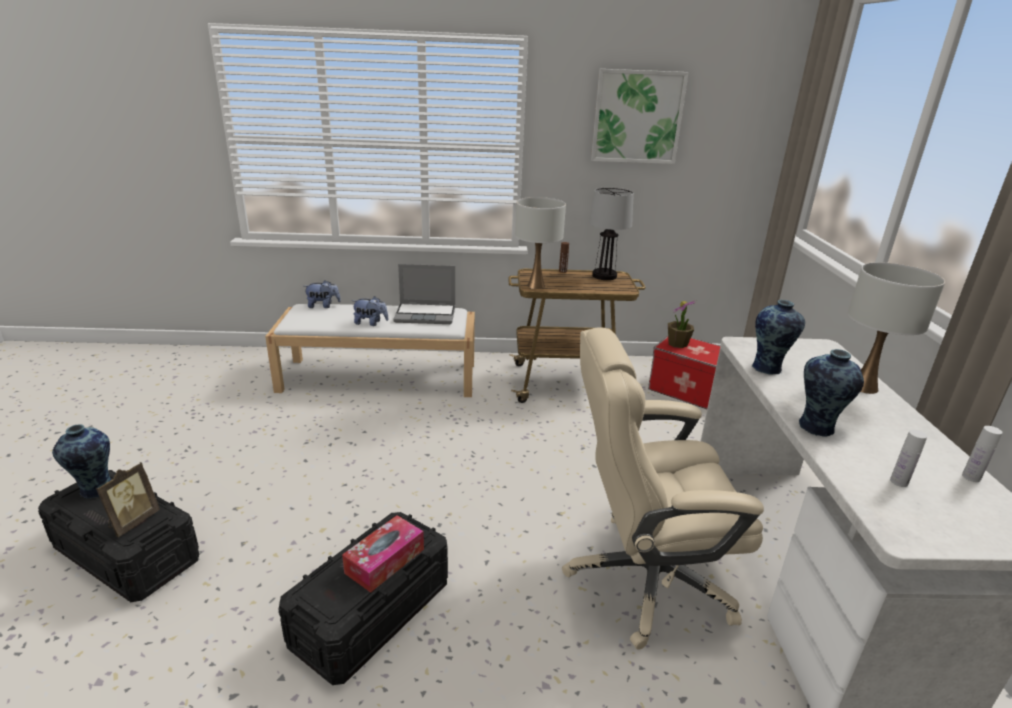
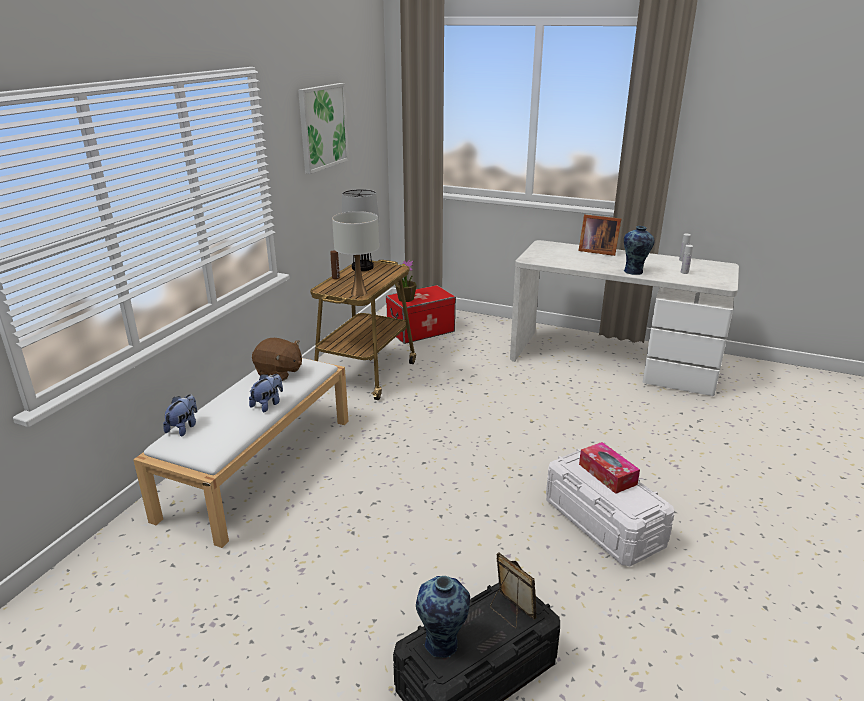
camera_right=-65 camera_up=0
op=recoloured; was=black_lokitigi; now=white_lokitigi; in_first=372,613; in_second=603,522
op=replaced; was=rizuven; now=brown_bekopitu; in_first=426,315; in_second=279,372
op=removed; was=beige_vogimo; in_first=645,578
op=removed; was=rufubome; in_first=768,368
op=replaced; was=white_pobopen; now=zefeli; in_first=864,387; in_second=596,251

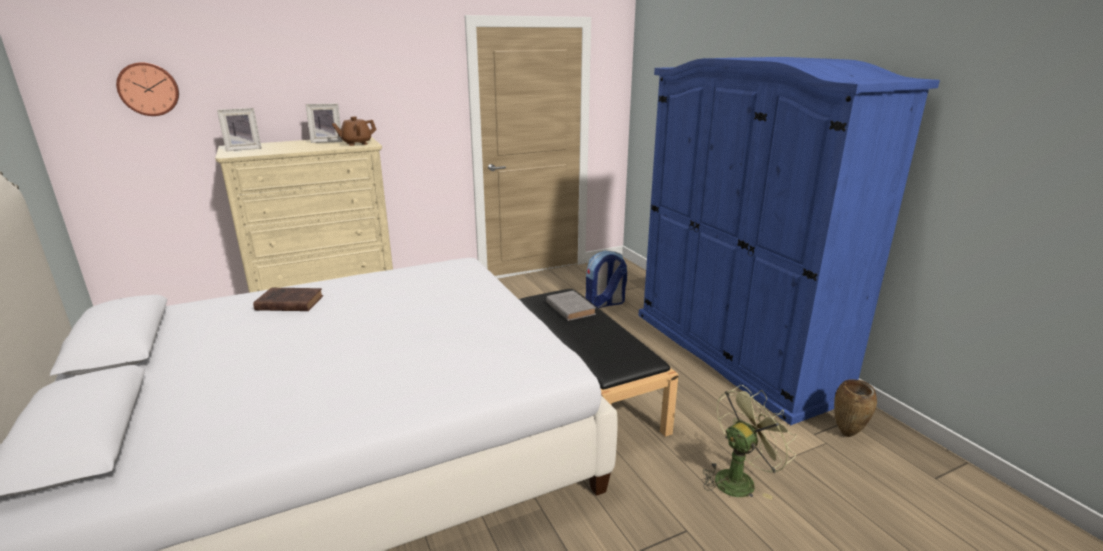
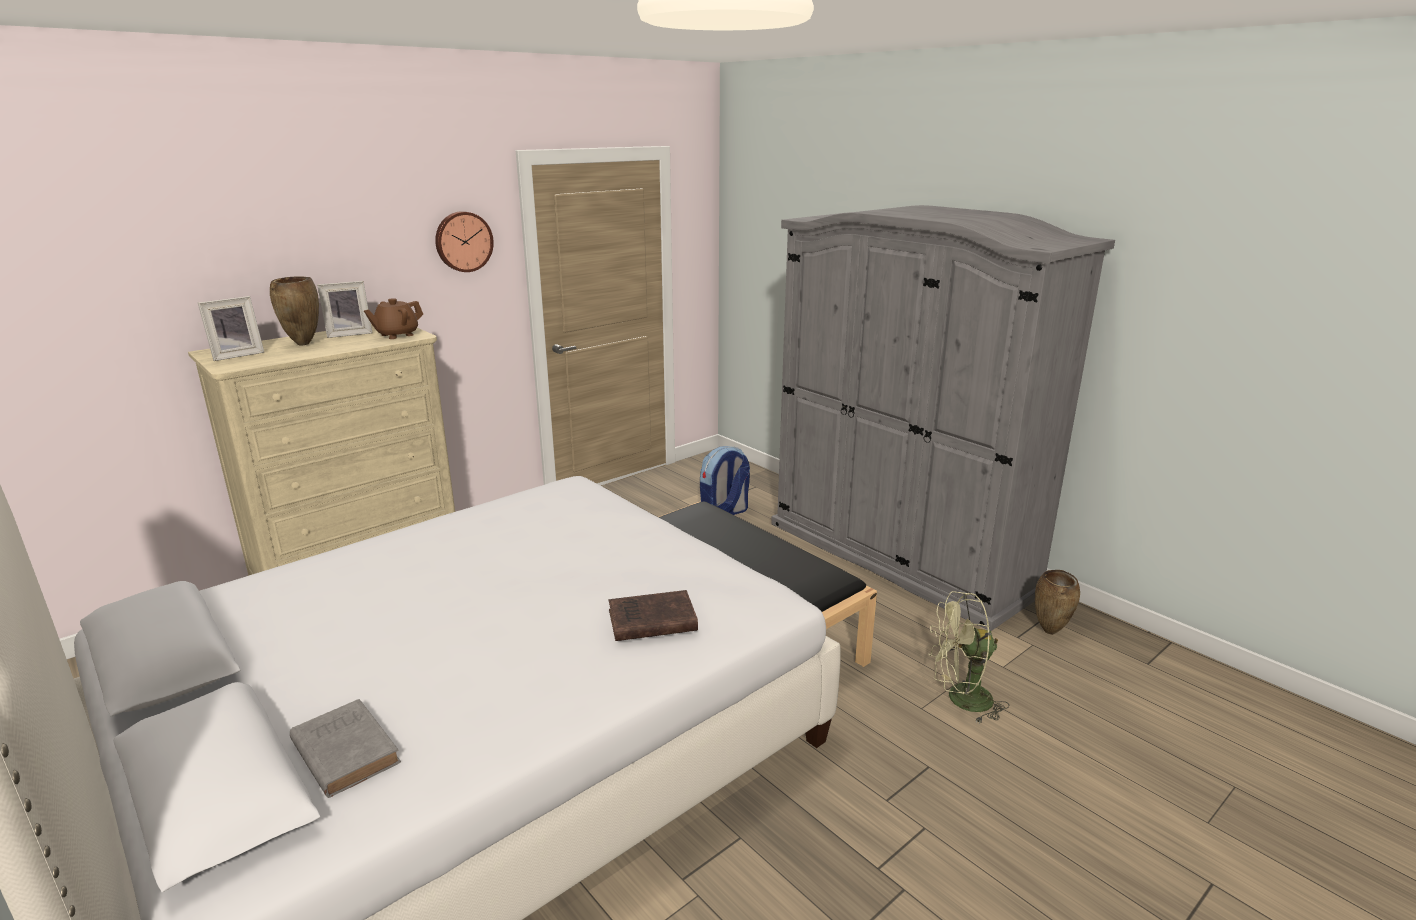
camera_right=-15 camera_up=0
op=moved; was=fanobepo; in_first=149,89; in_second=463,241
op=moved; was=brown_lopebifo; in_first=288,303; in_second=649,621
op=moved; was=grey_lopebifo; in_first=569,308; in_second=344,751
op=recoloured; was=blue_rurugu; now=grey_rurugu; in_first=735,352; in_second=900,555
op=turned; was=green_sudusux; in_first=739,479; in_second=960,700; clockwise=-135
op=added; now=brown_rufubome; in_second=303,344

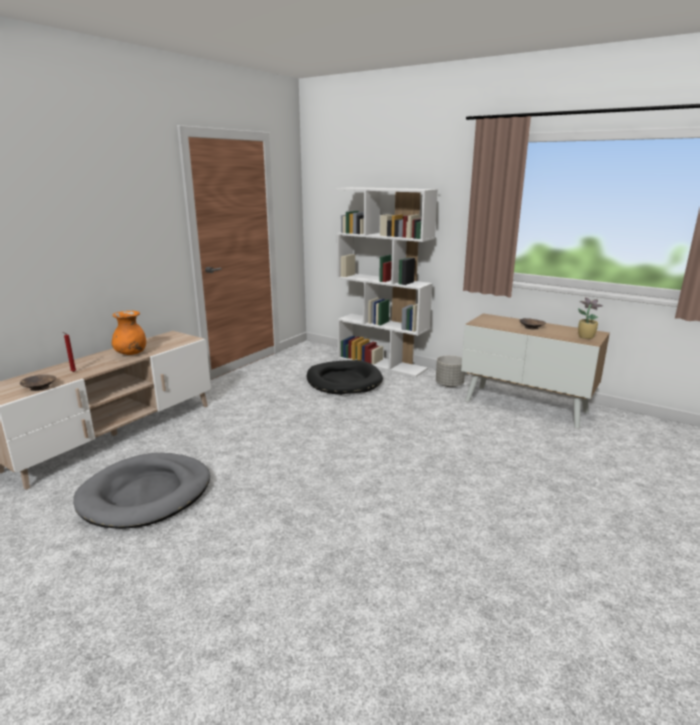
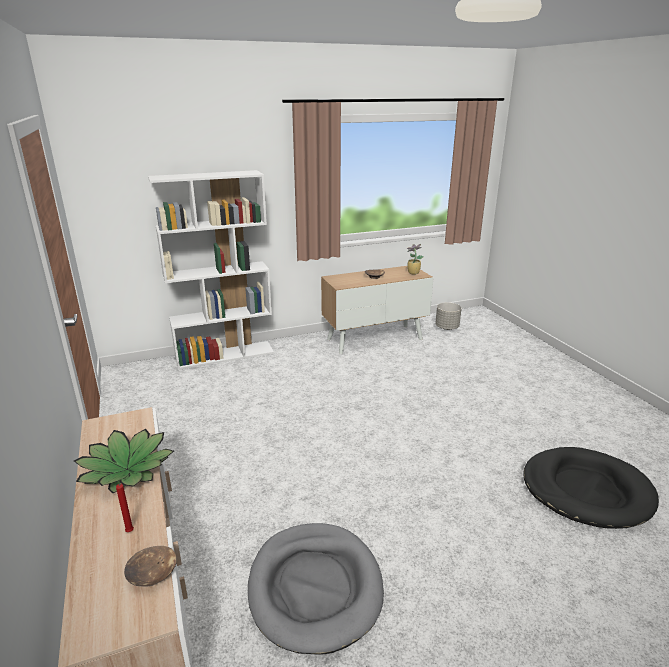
camera_right=-55 camera_up=5
op=replaced; was=orange_rufubome; now=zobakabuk; in_first=131,354; in_second=127,469
op=moved; was=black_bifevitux; in_first=344,381; in_second=586,490
op=moved; was=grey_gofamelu; in_first=449,385; in_second=447,327

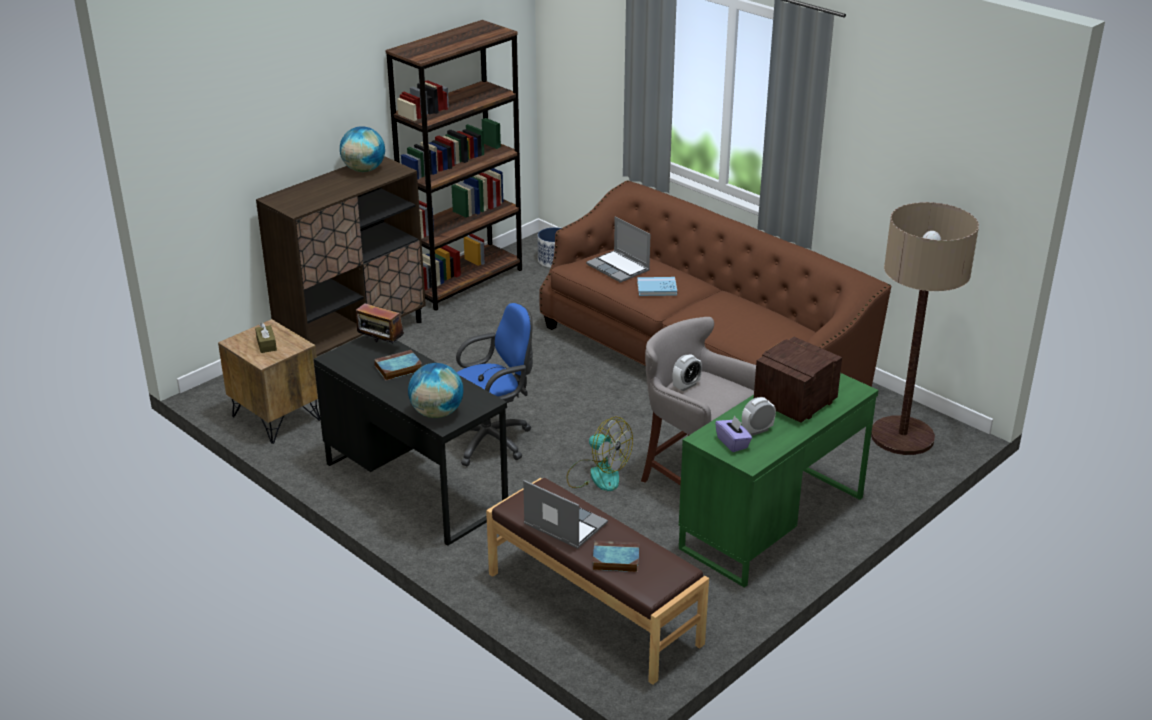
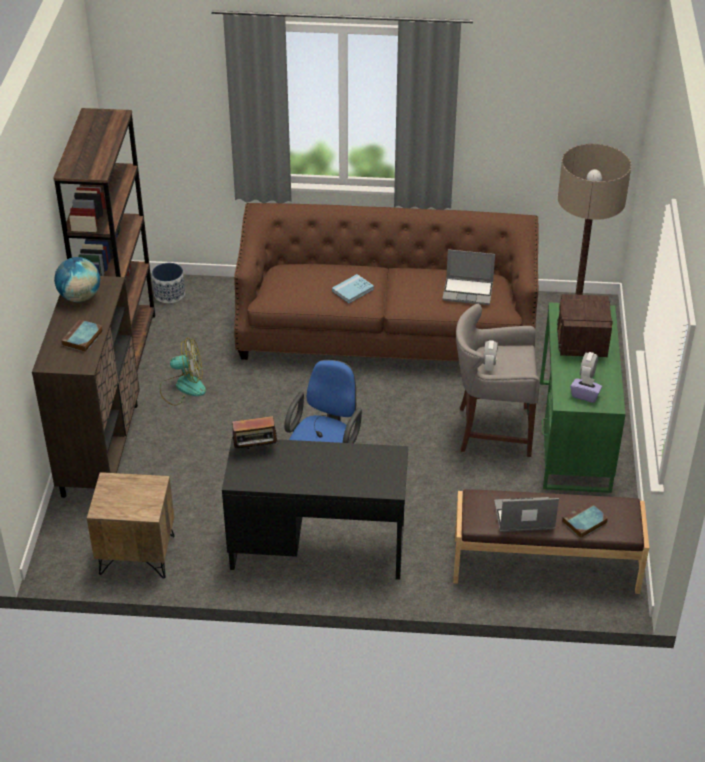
camera_right=-40 camera_up=10
op=removed; was=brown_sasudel; in_first=266,344
op=moved; was=lopebifo; in_first=397,369; in_second=82,339
op=removed; was=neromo; in_first=437,413
op=moved; was=sudusux; in_first=597,474; in_second=183,387
op=moved; was=rizuven; in_first=619,268; in_second=468,292

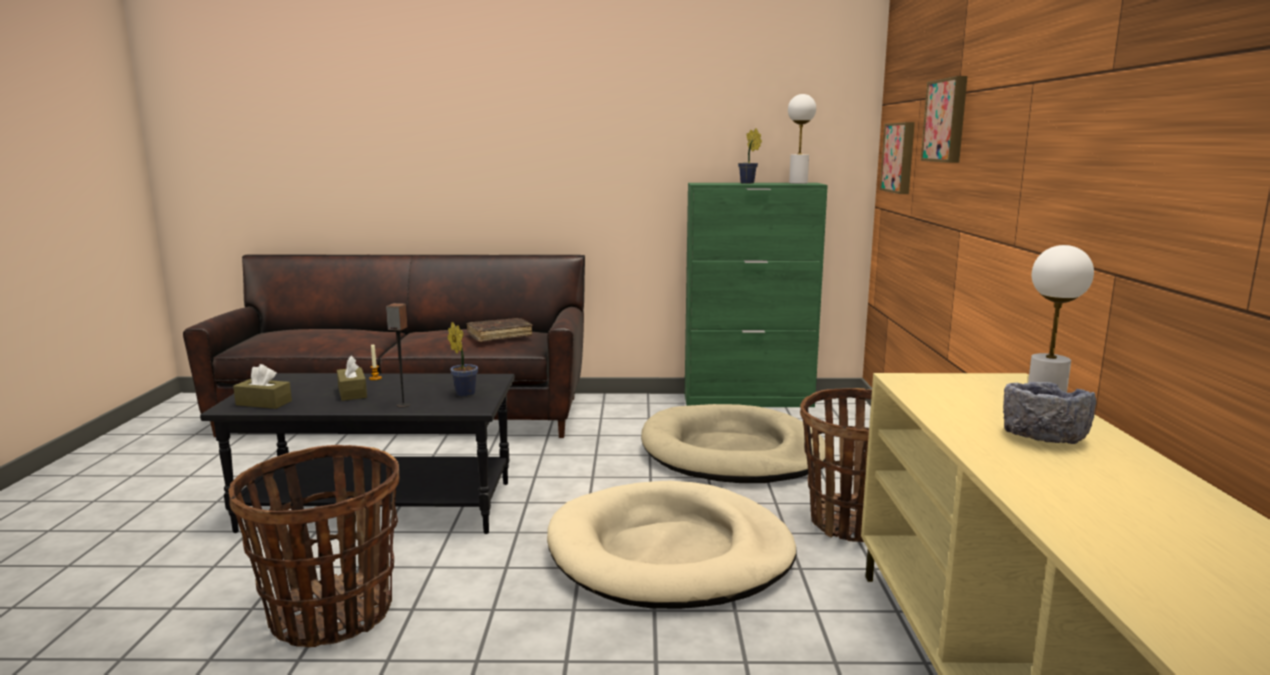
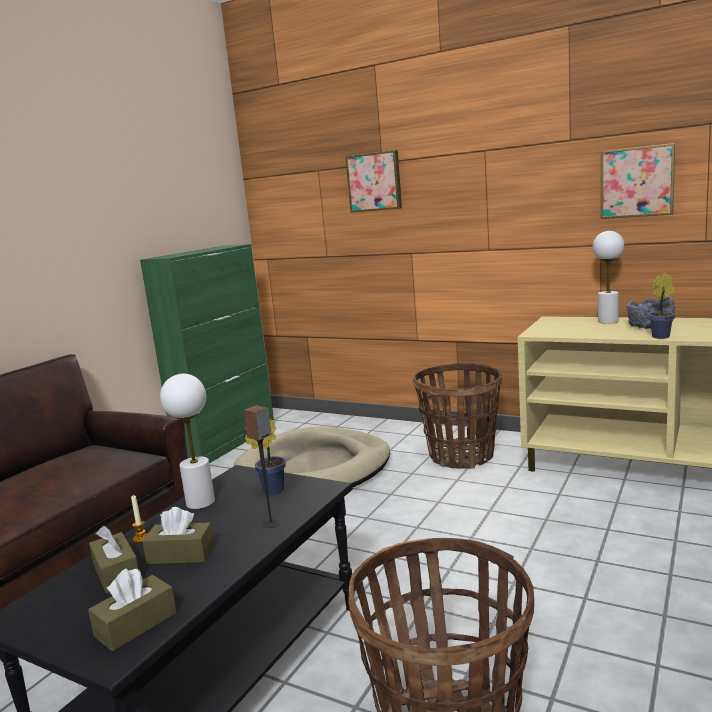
camera_right=-60 camera_up=0
op=removed; was=brown_lopebifo; in_first=499,336
op=removed; was=beige_bifevitux; in_first=670,553
op=moved; was=zobakabuk; in_first=748,183; in_second=663,336
op=moved; was=white_pobopen; in_first=798,183; in_second=200,502
op=moved; was=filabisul; in_first=900,157; in_second=637,182
op=added; now=brown_sasudel; in_second=116,573

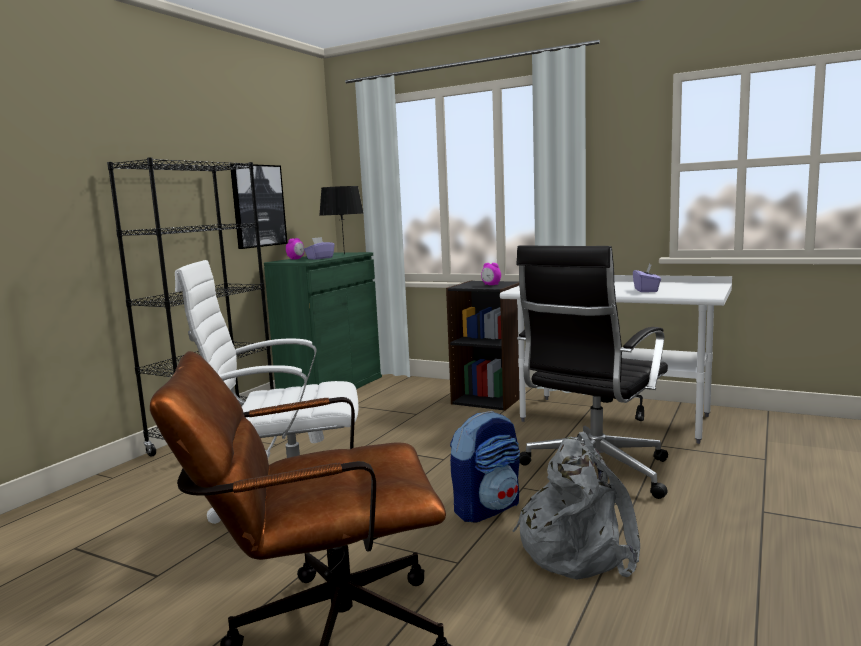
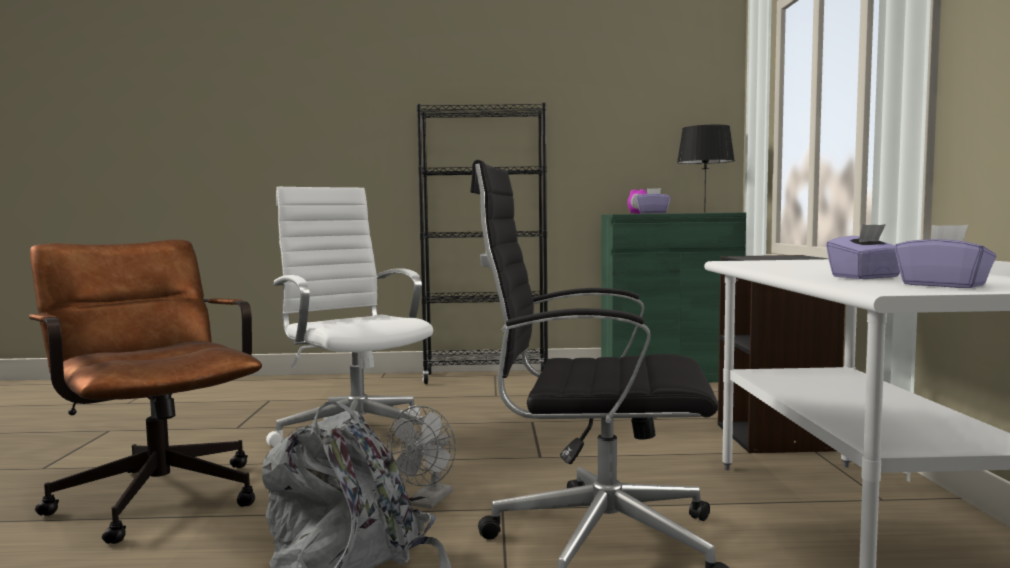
camera_right=60 camera_up=-5
op=removed; was=filabisul; in_first=258,206
op=replaced; was=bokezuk; now=grey_sudusux; in_first=487,508; in_second=427,502
op=removed; was=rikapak; in_first=491,285
op=added; now=purple_sasudel; in_second=943,285

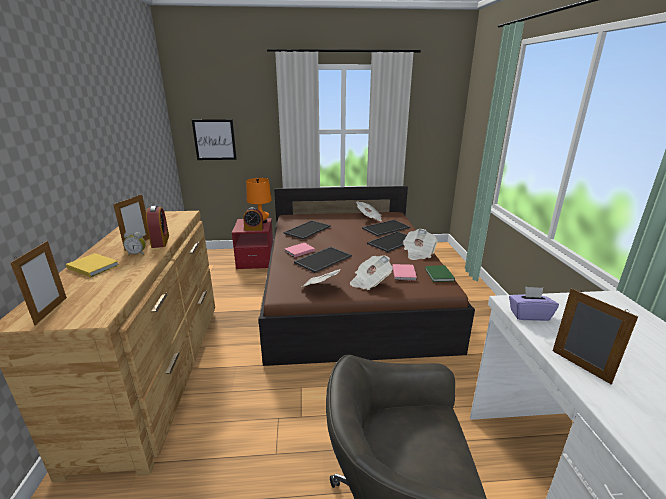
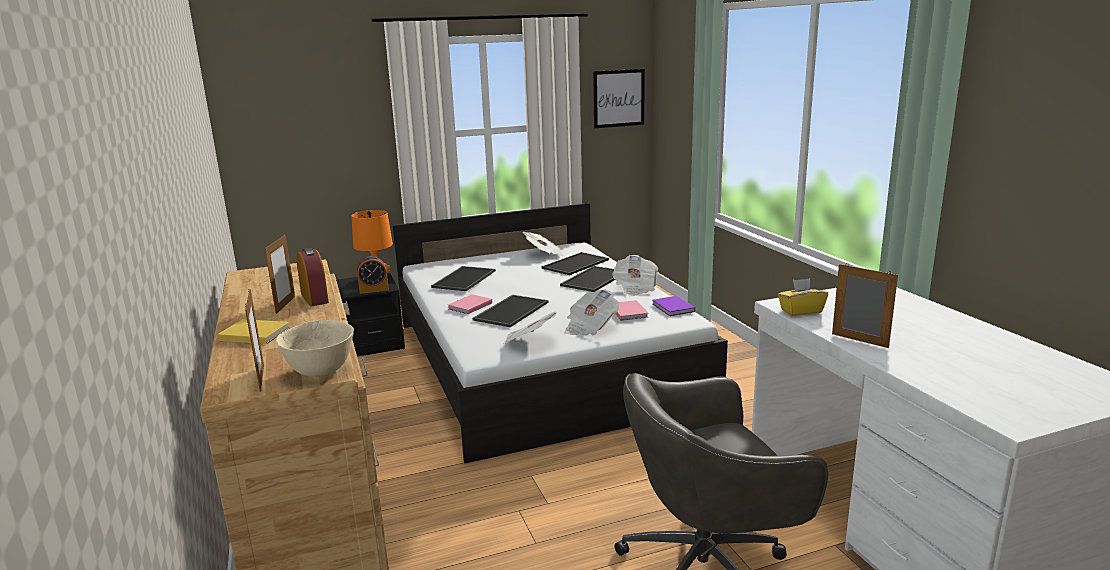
camera_right=-15 camera_up=-5
op=removed; was=rikapak; in_first=137,254
op=moved; was=filabisul; in_first=214,140; in_second=618,98
op=recoloured; was=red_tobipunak; now=black_tobipunak; in_first=255,261; in_second=373,343
op=recoloured; was=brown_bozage; now=white_bozage; in_first=350,291; in_second=541,361
op=recoloured; was=green_lopebifo; now=purple_lopebifo; in_first=439,275; in_second=673,308
op=recoloured; was=purple_sasudel; now=yellow_sasudel; in_first=529,315; in_second=801,311
op=added; now=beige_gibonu; in_second=320,370

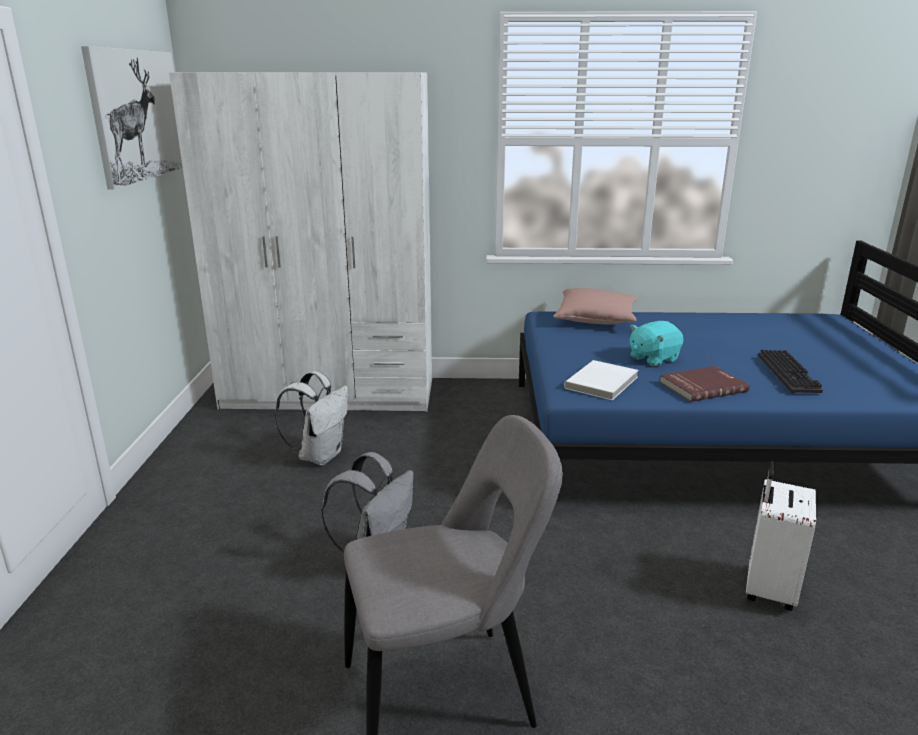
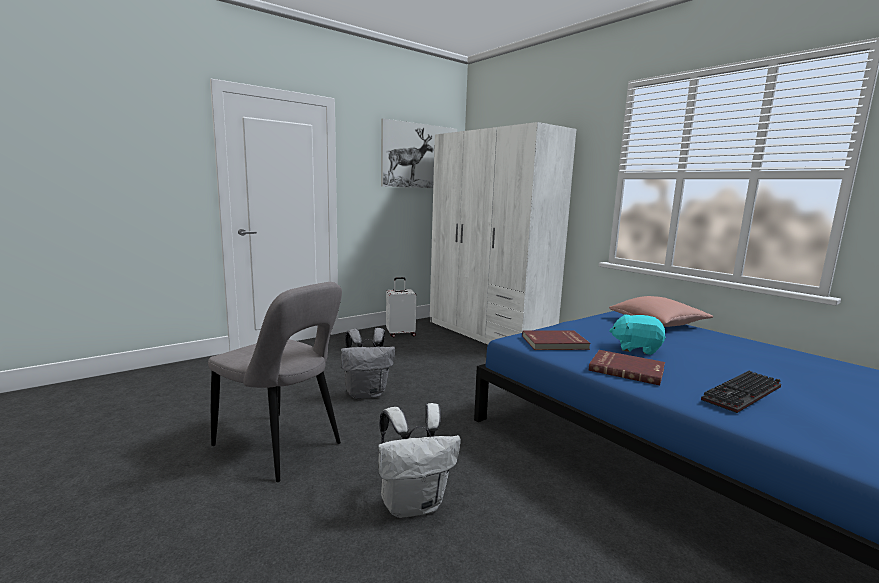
camera_right=50 camera_up=-10
op=moved; was=white_bokezuk; in_first=320,455; in_second=413,504
op=recoloured; was=white_lopebifo; now=red_lopebifo; in_first=603,383; in_second=555,343
op=moved; was=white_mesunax; in_first=767,589; in_second=400,334

